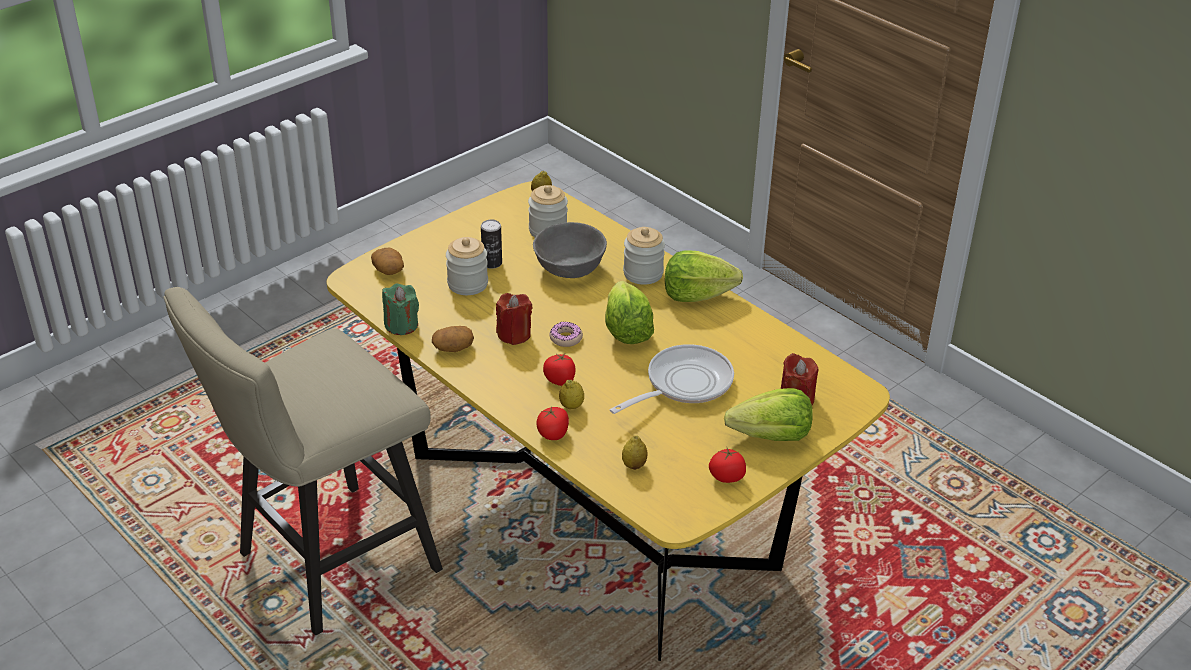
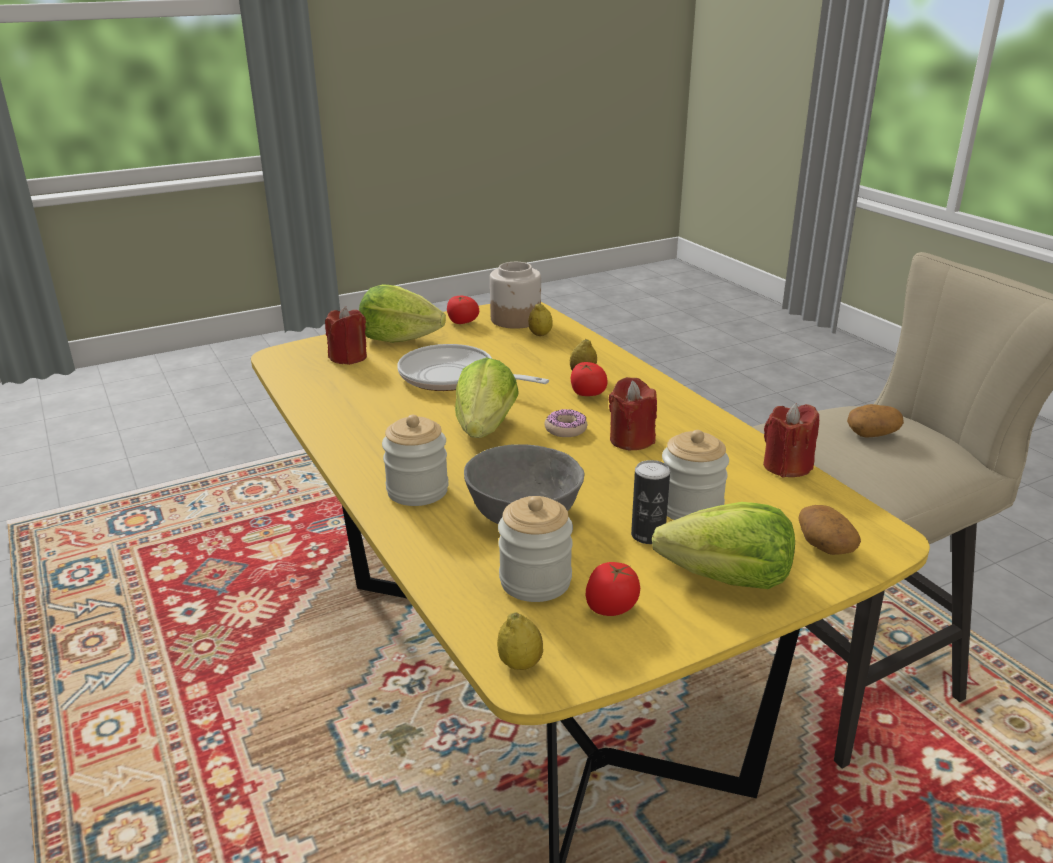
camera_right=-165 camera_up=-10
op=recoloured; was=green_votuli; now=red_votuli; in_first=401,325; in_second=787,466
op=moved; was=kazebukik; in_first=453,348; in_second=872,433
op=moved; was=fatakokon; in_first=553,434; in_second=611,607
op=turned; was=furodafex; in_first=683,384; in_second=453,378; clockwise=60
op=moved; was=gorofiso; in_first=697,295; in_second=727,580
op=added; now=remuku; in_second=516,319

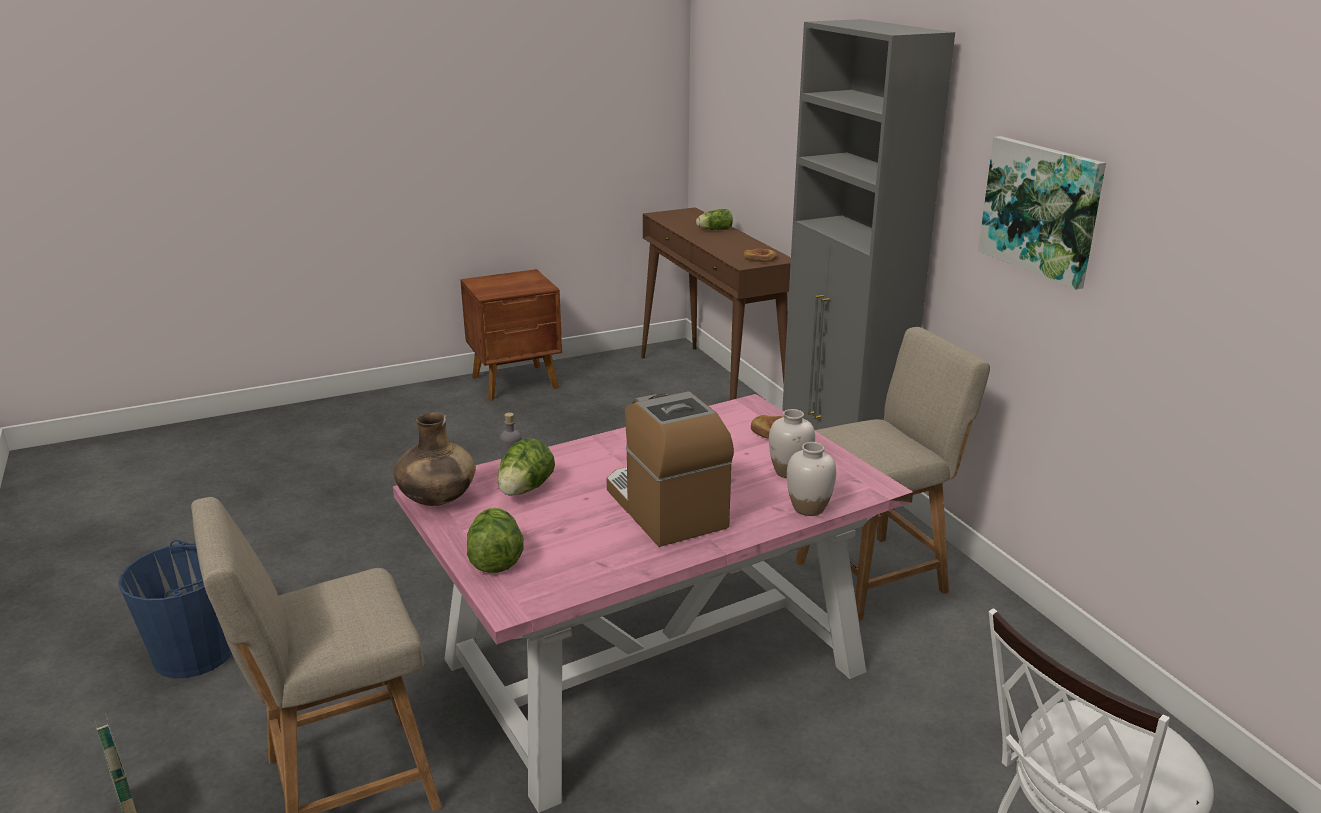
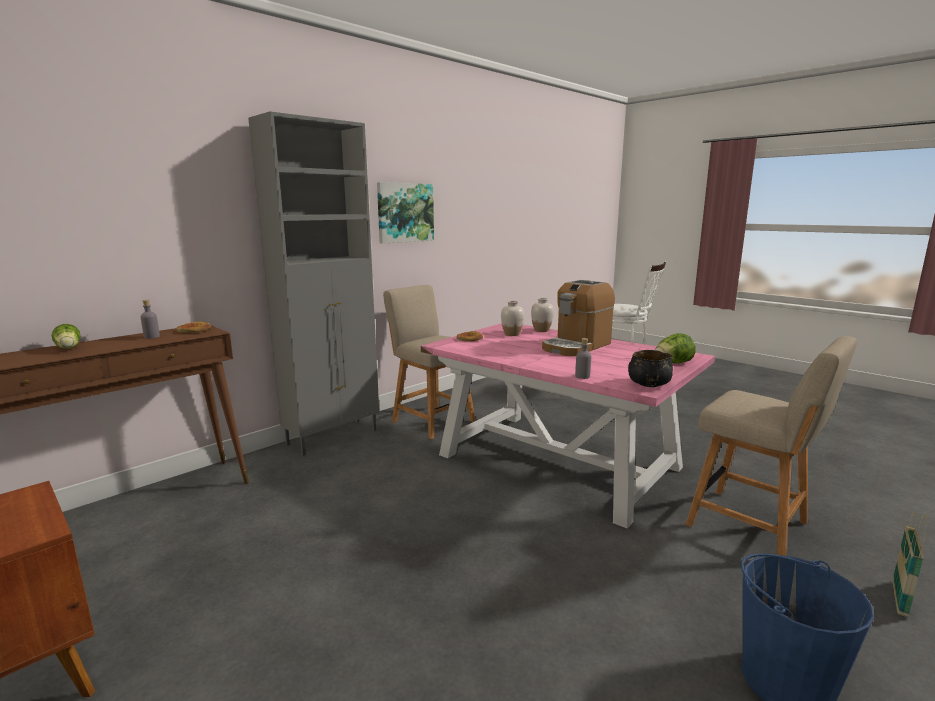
camera_right=-110 camera_up=-10
op=replaced; was=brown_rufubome; now=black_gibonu; in_first=437,500; in_second=649,384
op=removed; was=gorofiso; in_first=525,490
op=added; now=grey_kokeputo; in_second=152,336

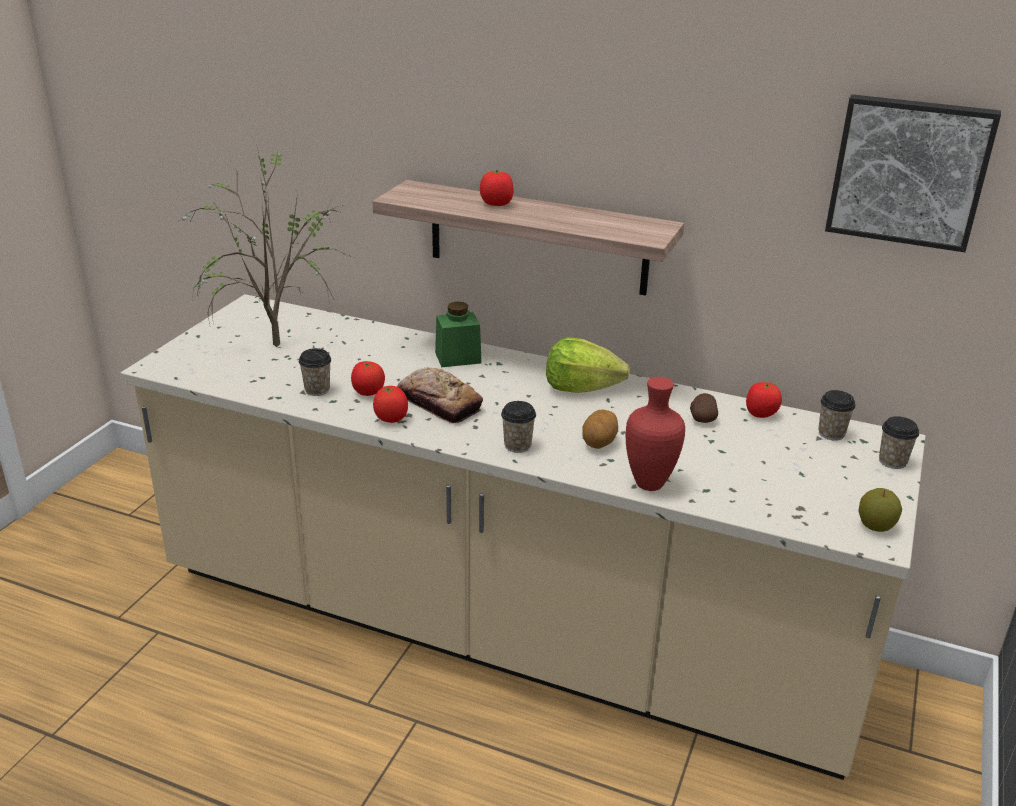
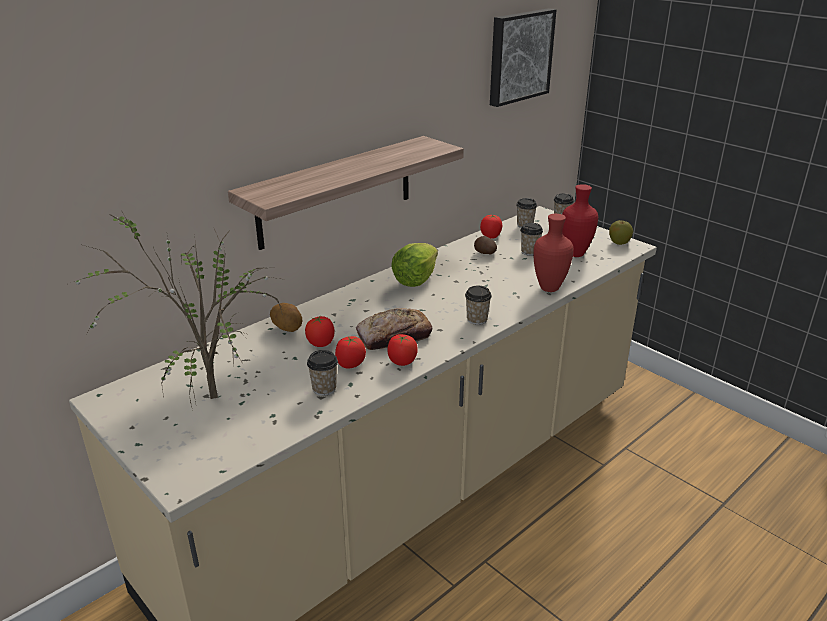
camera_right=-65 camera_up=0
op=removed; was=green_remuku; in_first=458,358
op=moved; was=fatakokon; in_first=496,204; in_second=321,343
op=moved; was=kazebukik; in_first=599,443; in_second=287,328
op=added; now=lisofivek; in_second=529,252
op=added; now=red_rufubome; in_second=574,253

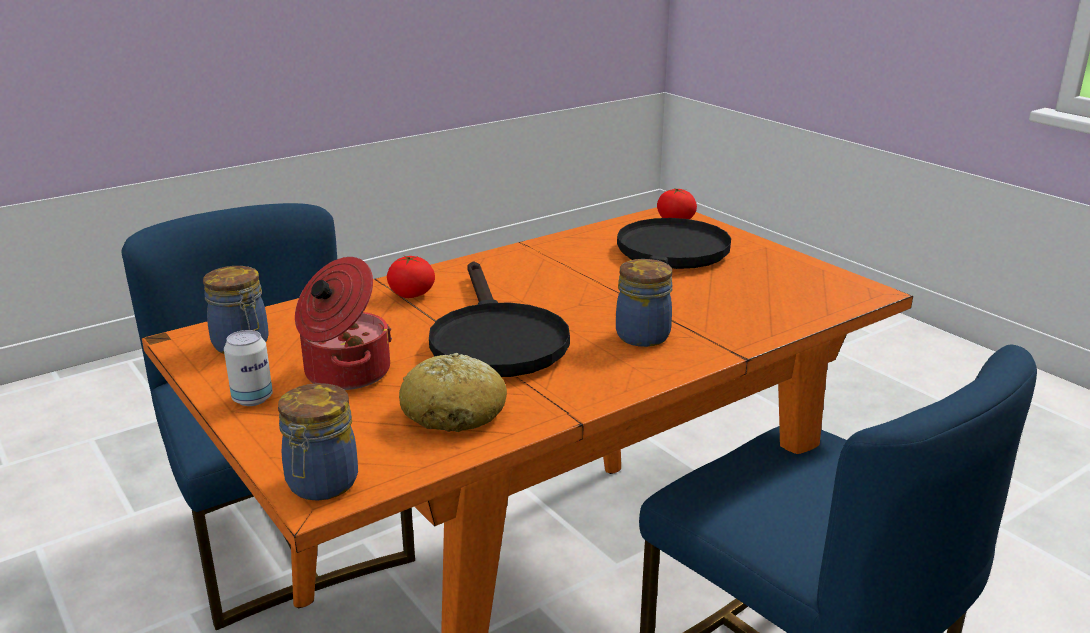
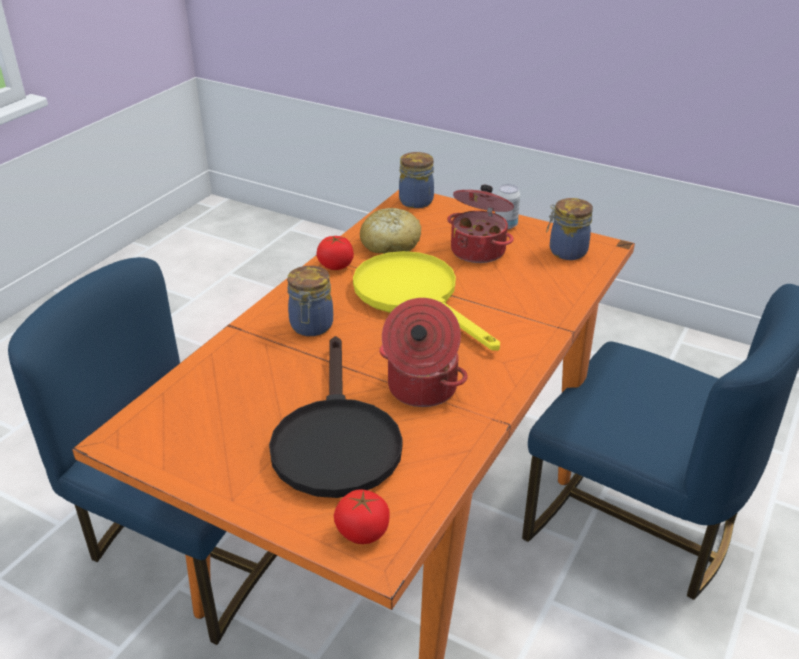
camera_right=155 camera_up=10
op=moved; was=fatakokon; in_first=412,294; in_second=335,266
op=recoloured; was=black_furodafex; now=yellow_furodafex; in_first=495,339; in_second=415,296
op=added; now=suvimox; in_second=421,388

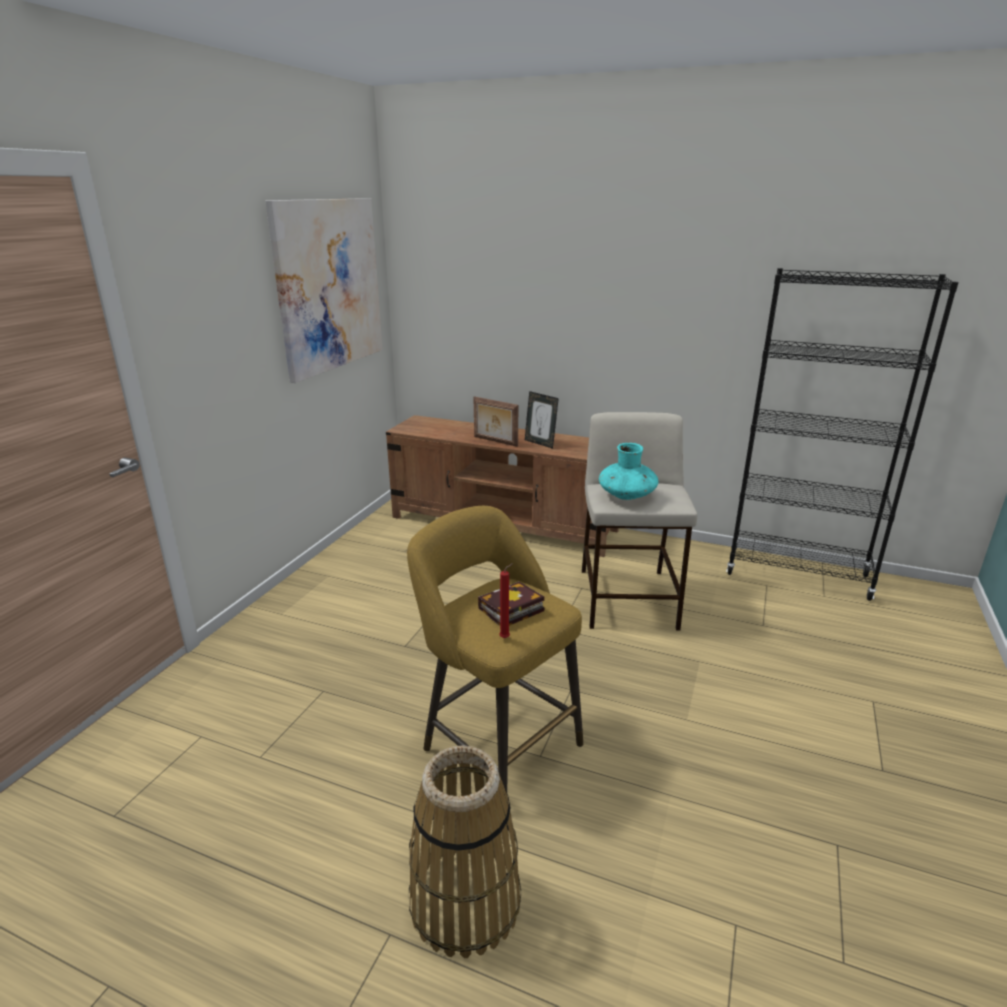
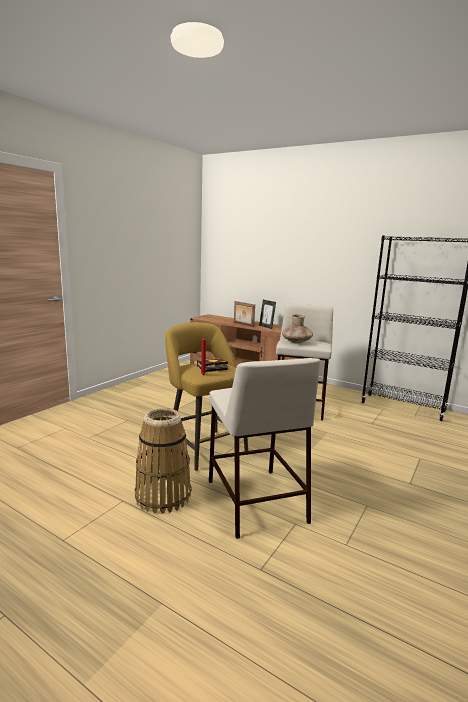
camera_right=10 camera_up=-10
op=removed; was=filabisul; in_first=329,286
op=recoloured; was=turquoise_rufubome; now=brown_rufubome; in_first=627,495; in_second=296,342
op=added; now=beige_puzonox; in_second=255,500

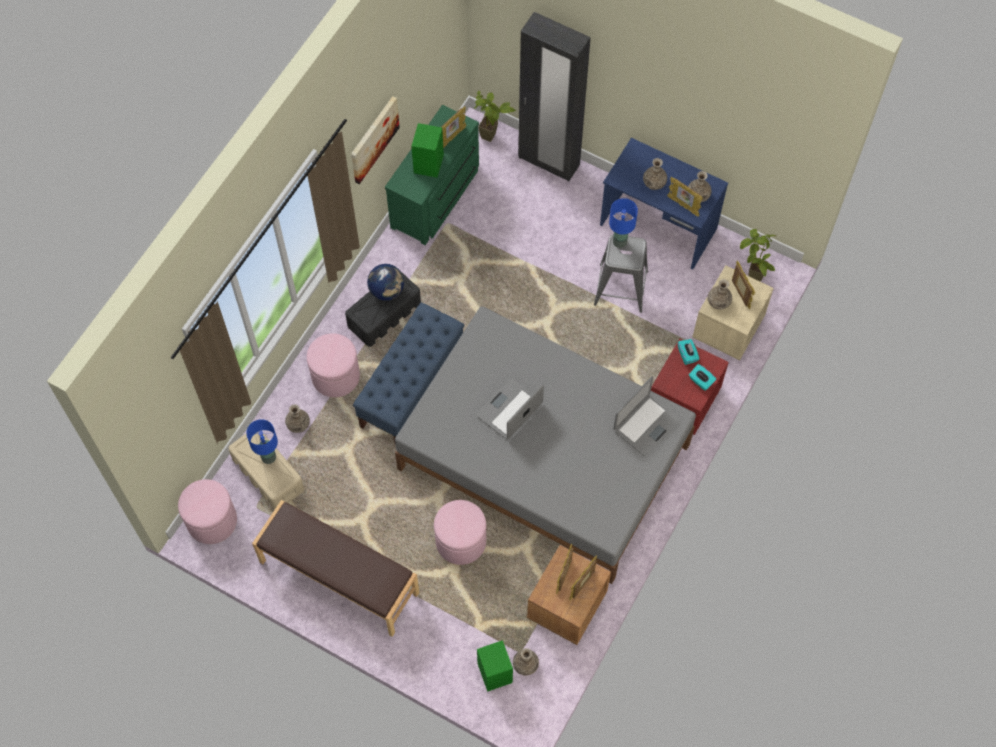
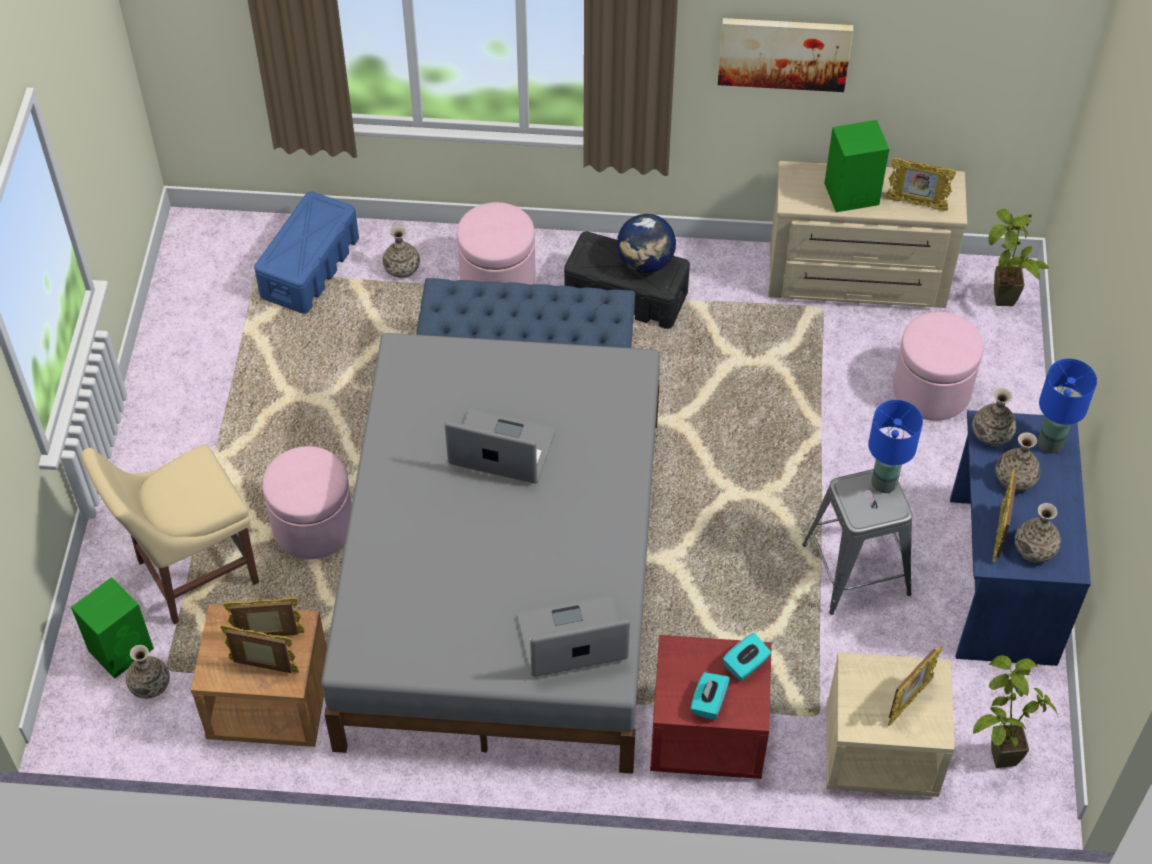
camera_right=65 camera_up=-10
op=moved; was=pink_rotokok; in_first=212,521; in_second=931,390
op=recoloured; was=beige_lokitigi; now=blue_lokitigi; in_first=268,474; in_second=310,266
op=moved; was=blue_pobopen; in_first=268,457; in_second=1050,443
op=removed; was=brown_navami; in_first=338,578
op=recoloured; was=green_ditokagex; now=beige_ditokagex; in_first=437,197; in_second=857,280
op=removed; was=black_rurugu; in_first=548,162
op=turned; was=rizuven; in_first=646,425; in_second=572,640; clockwise=150
op=moved; was=rufubome; in_first=718,301; in_second=992,434
op=added; now=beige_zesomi; in_second=191,574

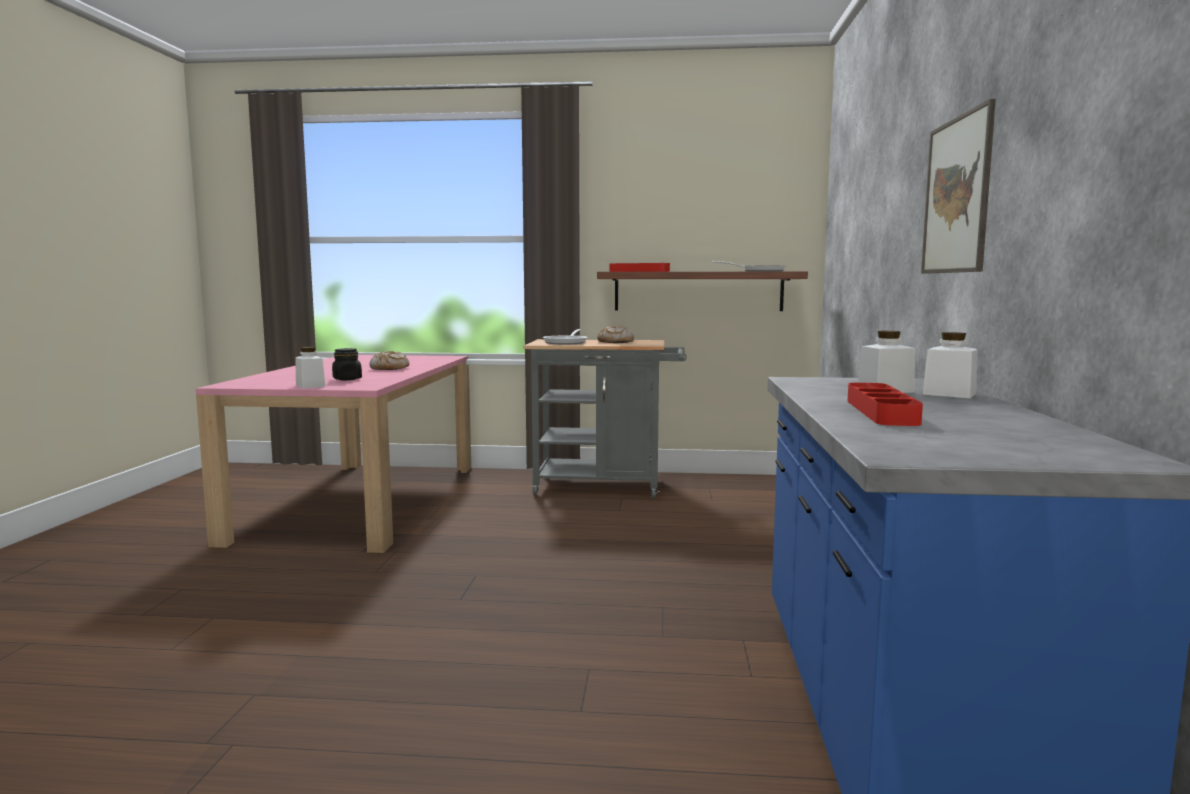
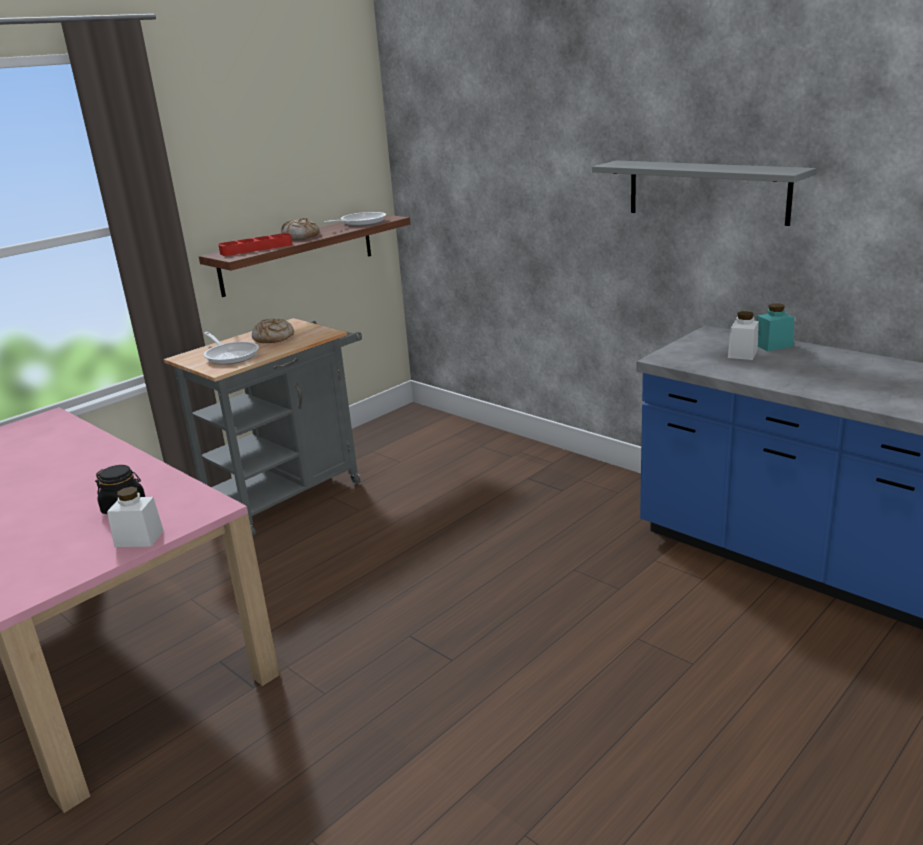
camera_right=-50 camera_up=15
op=moved; was=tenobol; in_first=389,368; in_second=301,237
op=removed; was=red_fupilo; in_first=881,411
op=replaced; was=filabisul; now=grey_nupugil; in_first=956,195; in_second=706,191
op=recoloured; was=white_remuku; now=turquoise_remuku; in_first=949,394; in_second=773,345

